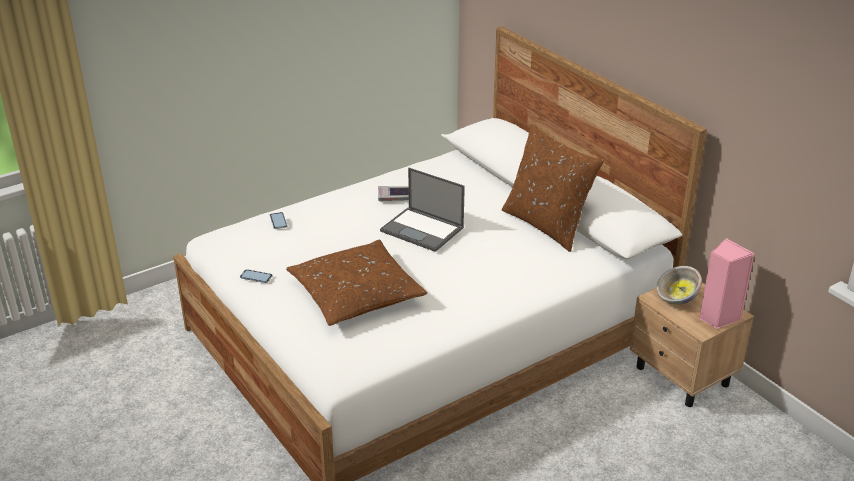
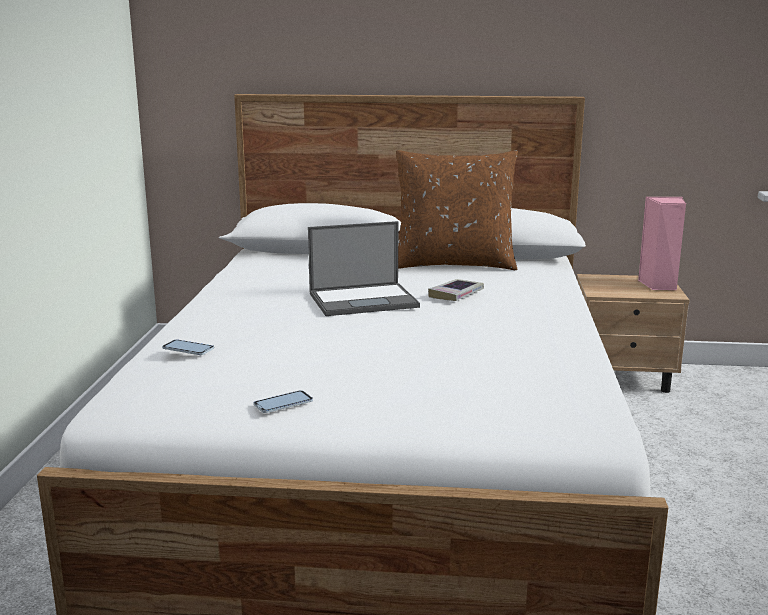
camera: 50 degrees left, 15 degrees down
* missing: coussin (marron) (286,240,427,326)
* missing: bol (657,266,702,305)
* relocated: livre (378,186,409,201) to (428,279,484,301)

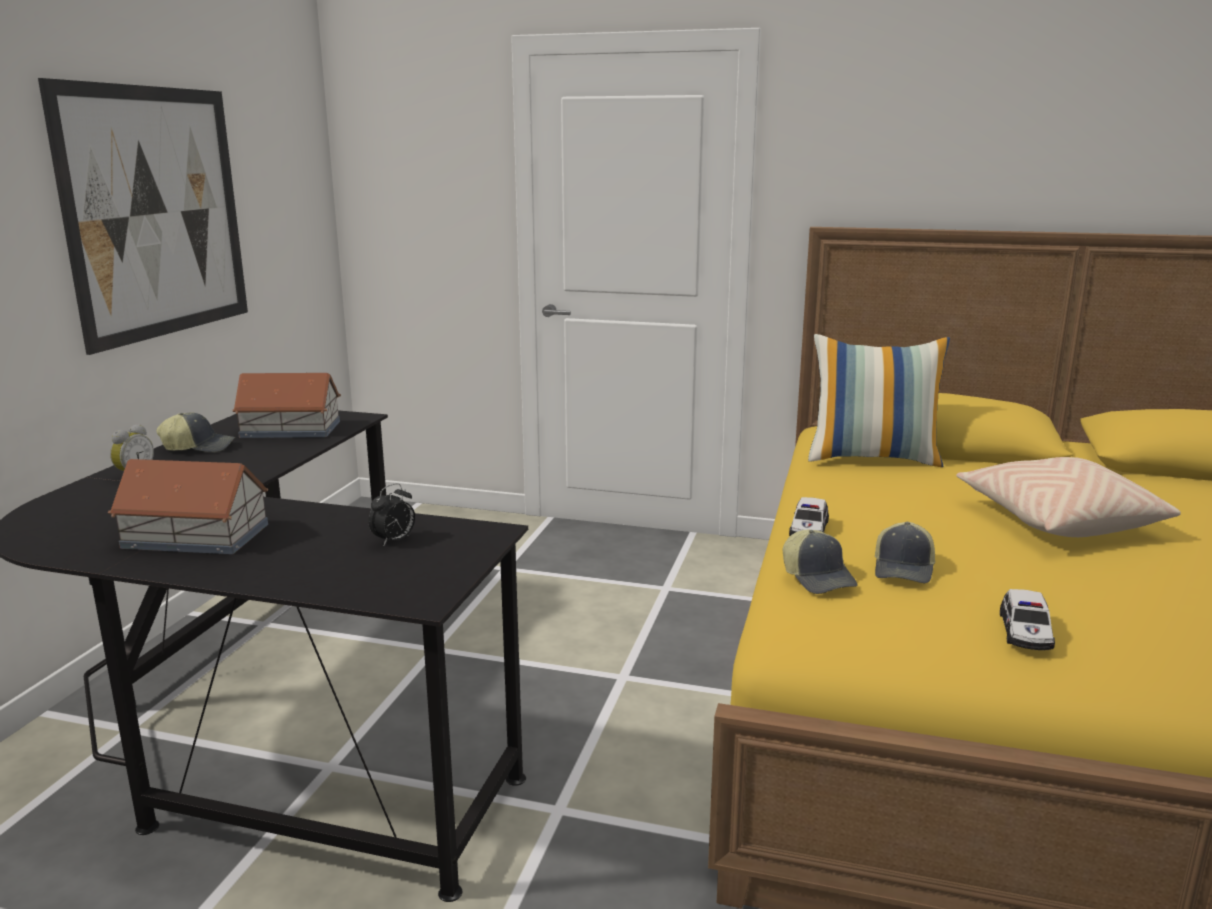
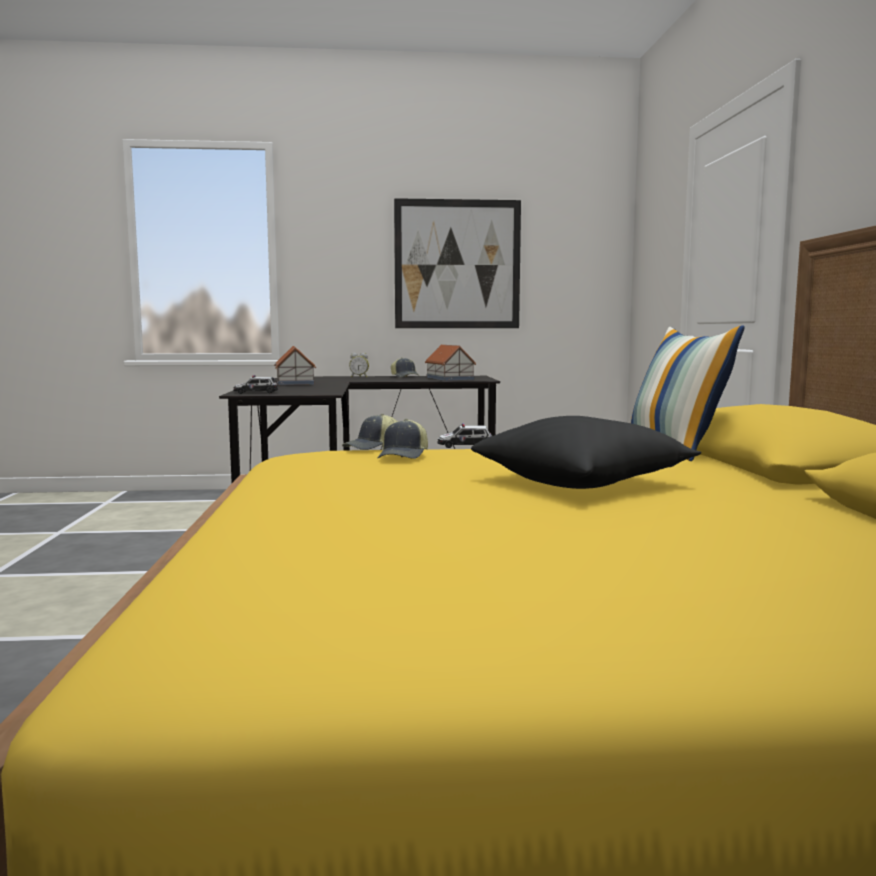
camera: 70 degrees right, 10 degrees down
* missing: réveil (369,483,415,545)
* relocated: petite voiture (1000,589,1055,650) to (233,375,278,394)
* colour: coussin (beige) (956,457,1181,537) to coussin (noir) (471,416,702,489)
* spun: casquette (875,522,935,583) = (377,419,428,459) 75 degrees counterclockwise

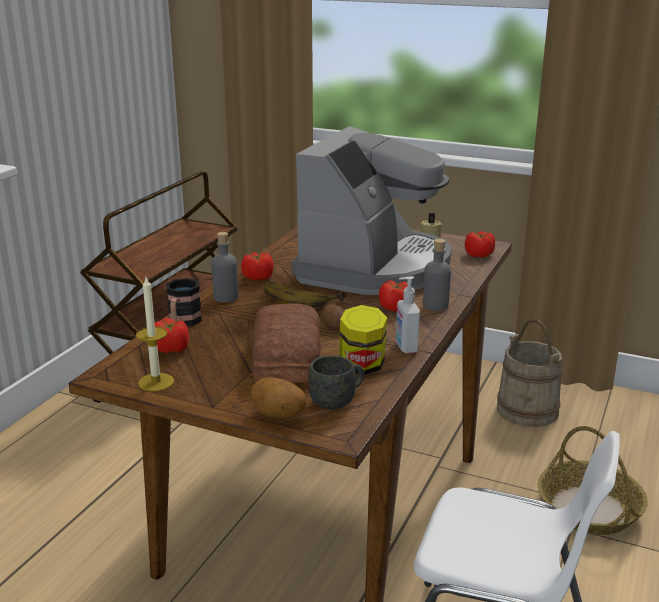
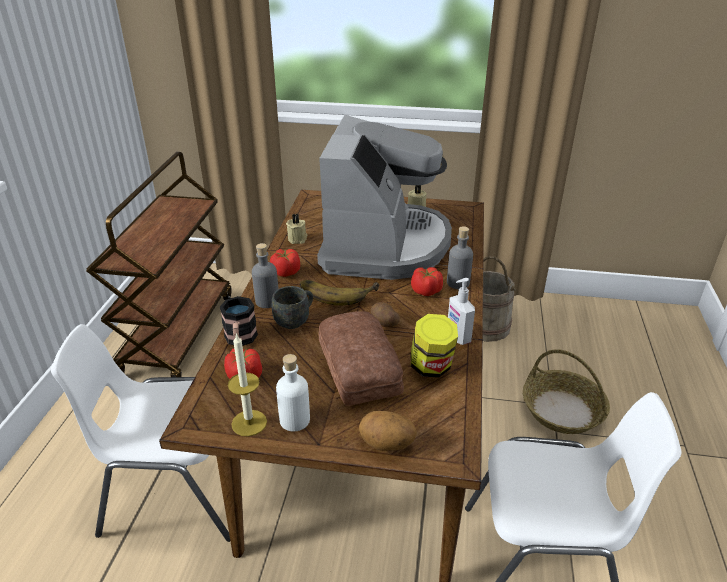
camera: 15 degrees left, 10 degrees up
* missing: tomate (465,231,495,258)
* appeared: chaise (blanc) (51,324,230,542)
* appeared: bouteille (blanc) (276,354,310,431)
* appeared: bougie (beige) (286,214,307,244)
* relocated: mug (gris) (308,355,364,410) to (272,286,313,329)

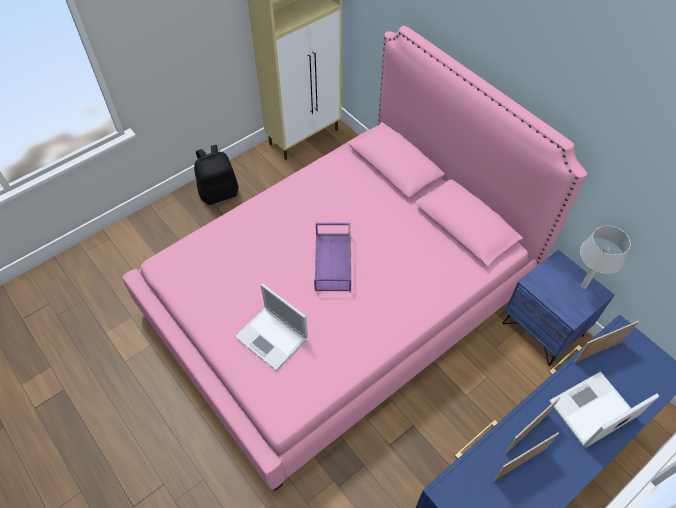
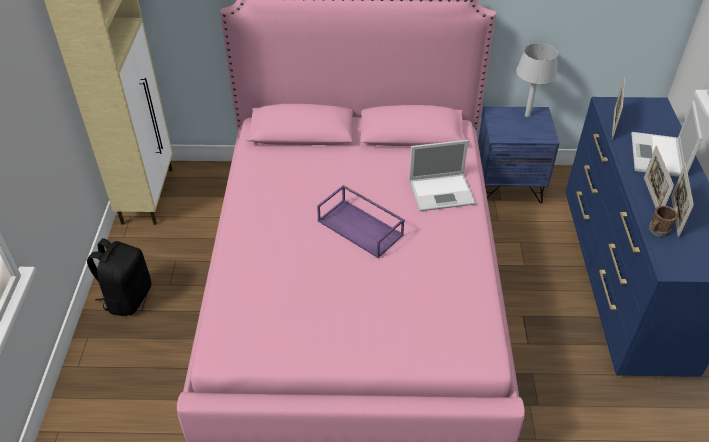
camera: 50 degrees left, 10 degrees down
* appeared: mug (marron) (649,206,678,237)
* relocated: ordinateur portable (234,283,308,371) to (409,140,476,211)

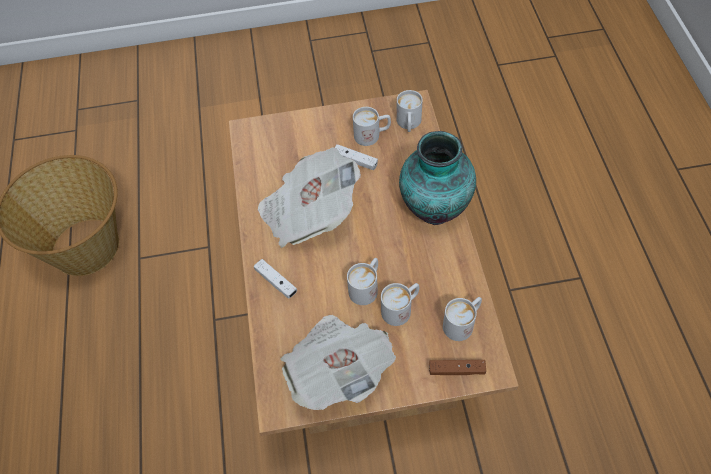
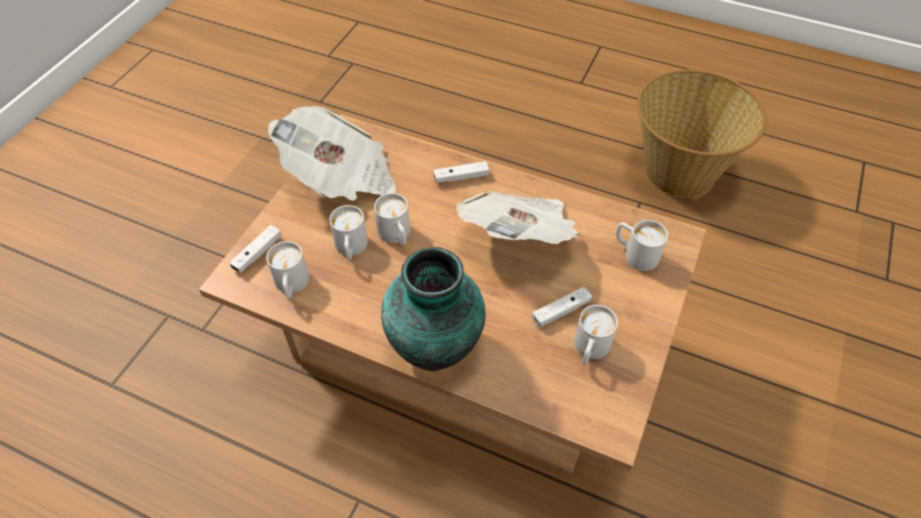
camera: 120 degrees right, 5 degrees down
* relocated: mug (blanc) (396,90,423,132) to (616,220,668,271)
* colour: manette (marron) (429,360,486,375) to manette (blanc) (229,225,282,273)

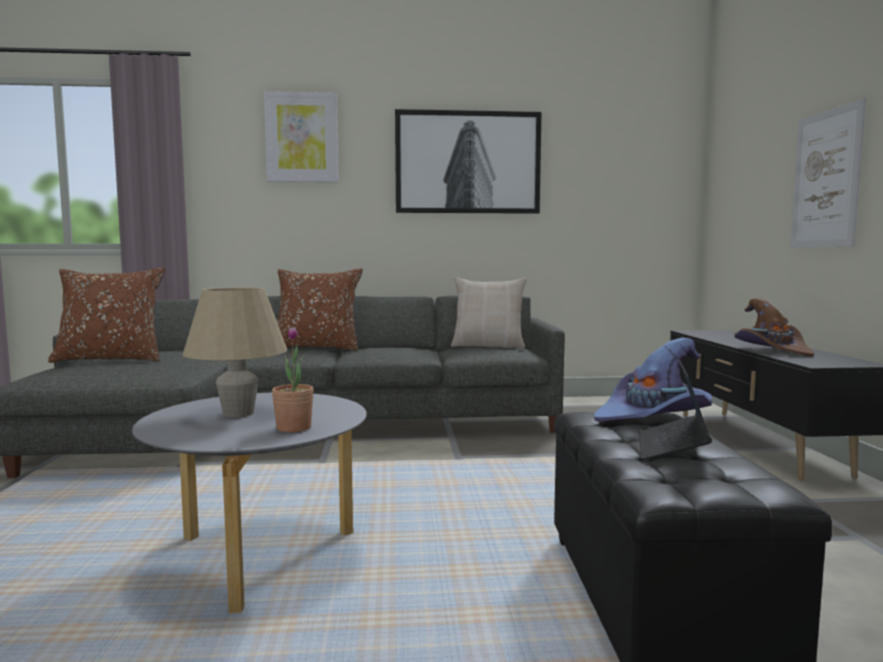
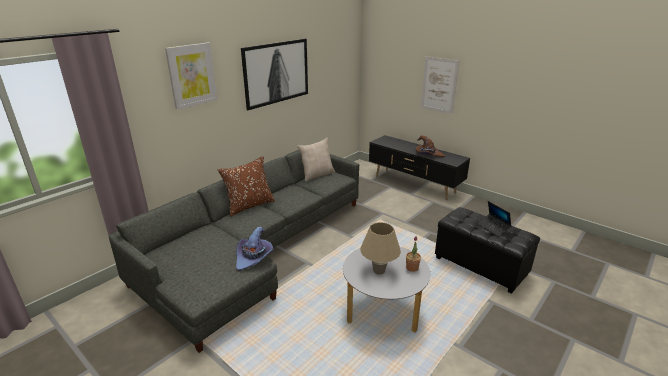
camera: 45 degrees left, 20 degrees up
* missing: coussin (marron) (48,267,165,363)
* relocated: chapeau (violet) (594,338,712,422) to (236,226,274,271)

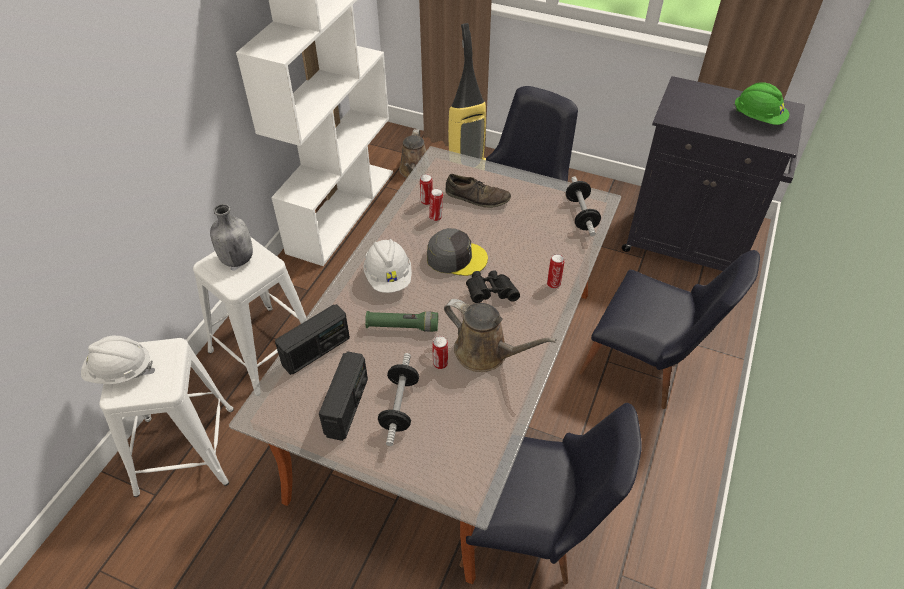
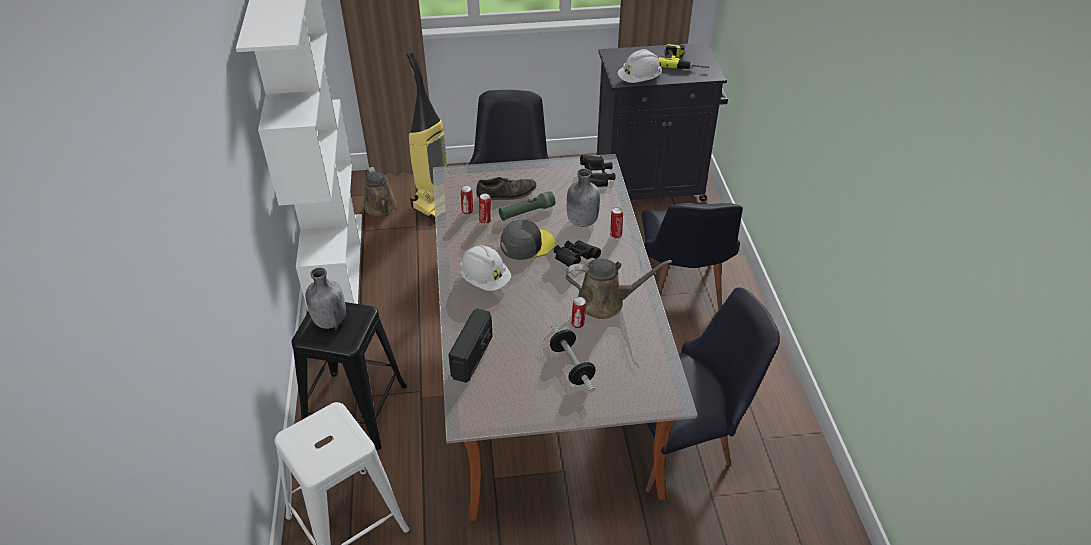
camera: 30 degrees left, 5 degrees down
* missing: radio (319,351,368,441)
* appeared: bouteille (gris) (567,168,600,227)
* relocated: casque de chantier (blanc) (81,336,153,384) to (618,49,662,83)
* relocated: lampe de poche (vert) (365,311,438,332) to (499,191,555,221)
* exchanged: haltère (566,176,601,236) to jumelles (noir) (580,155,616,187)
* exchanged: casque de chantier (vert) (733,82,789,125) to perceuse (658,43,709,69)
* colour: tabouret (blanc) (193,237,306,389) to tabouret (noir) (291,302,407,450)
* spun: chaise (noir) (579,250,760,409) = (641,203,743,309) 90 degrees clockwise

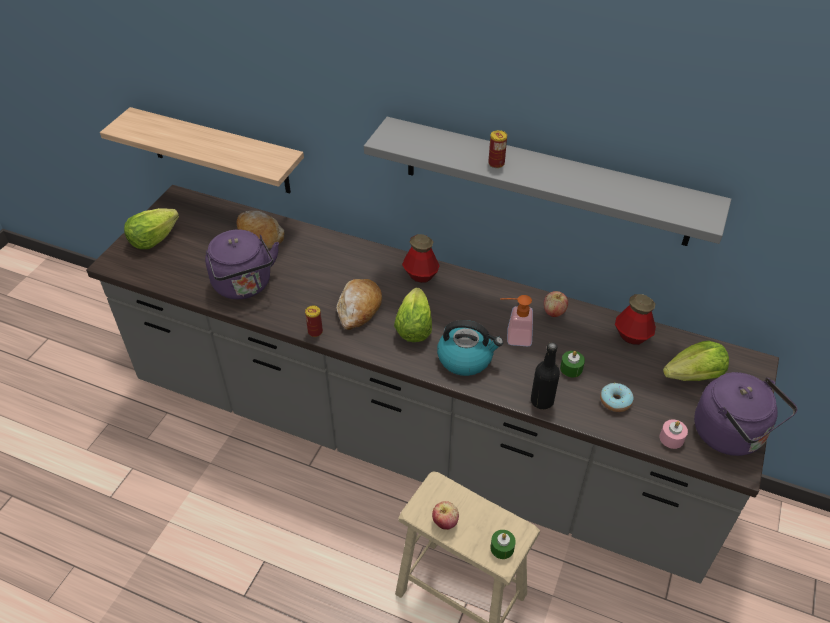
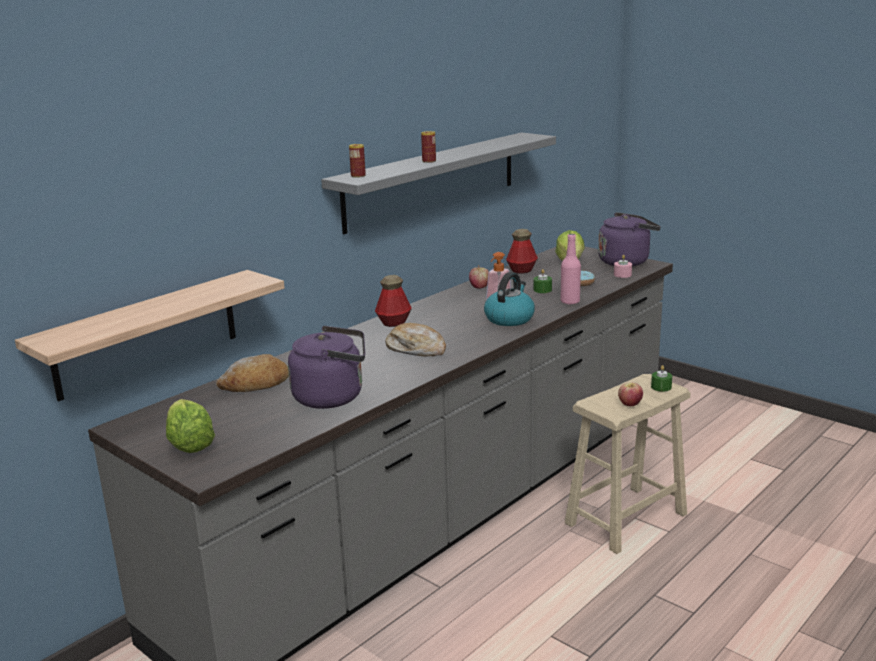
camera: 70 degrees left, 25 degrees down
* missing: laitue (394,288,432,342)
* relocated: boîte métallique (305,305,323,337) to (349,144,366,178)
* colour: bouteille (noir) (531,342,560,410) to bouteille (rose) (560,234,581,305)

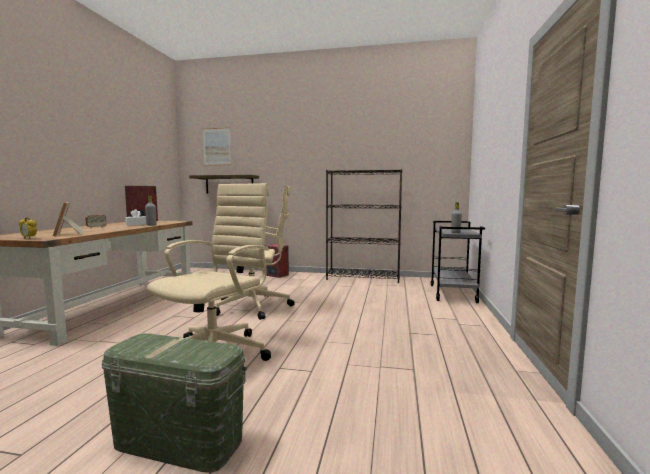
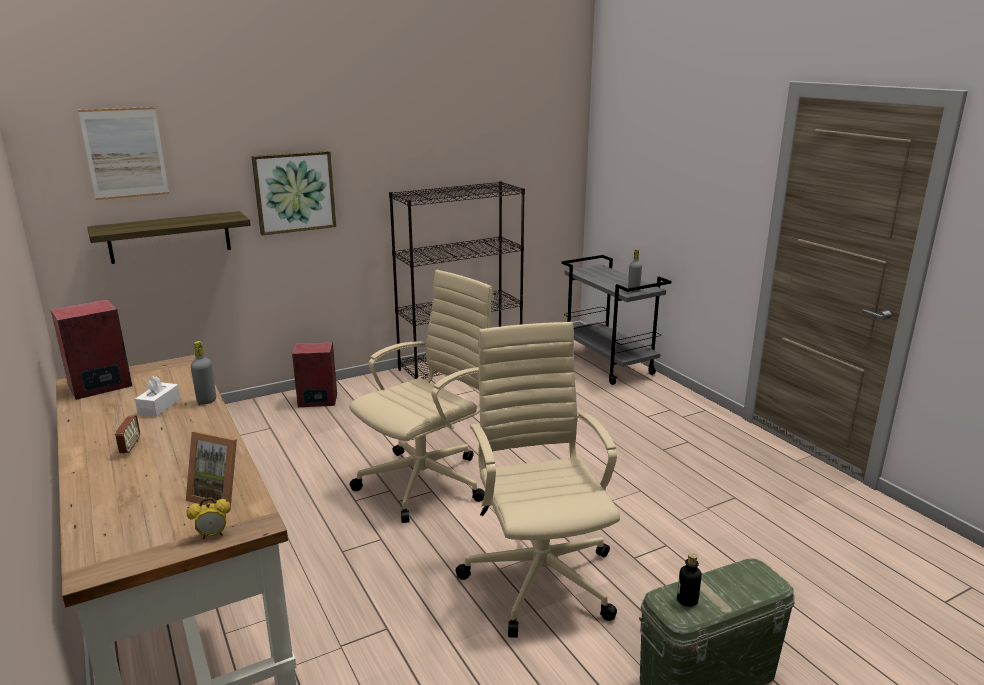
camera: 40 degrees left, 15 degrees up
* appeared: tableau (251,151,336,235)
* appeared: bouteille (677,553,702,607)

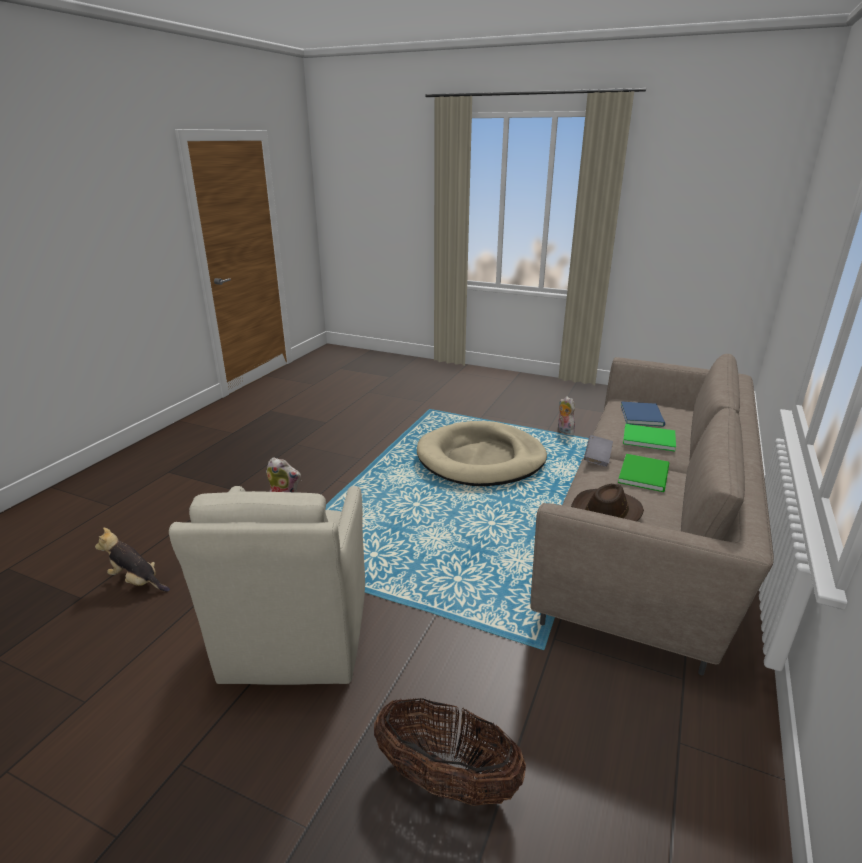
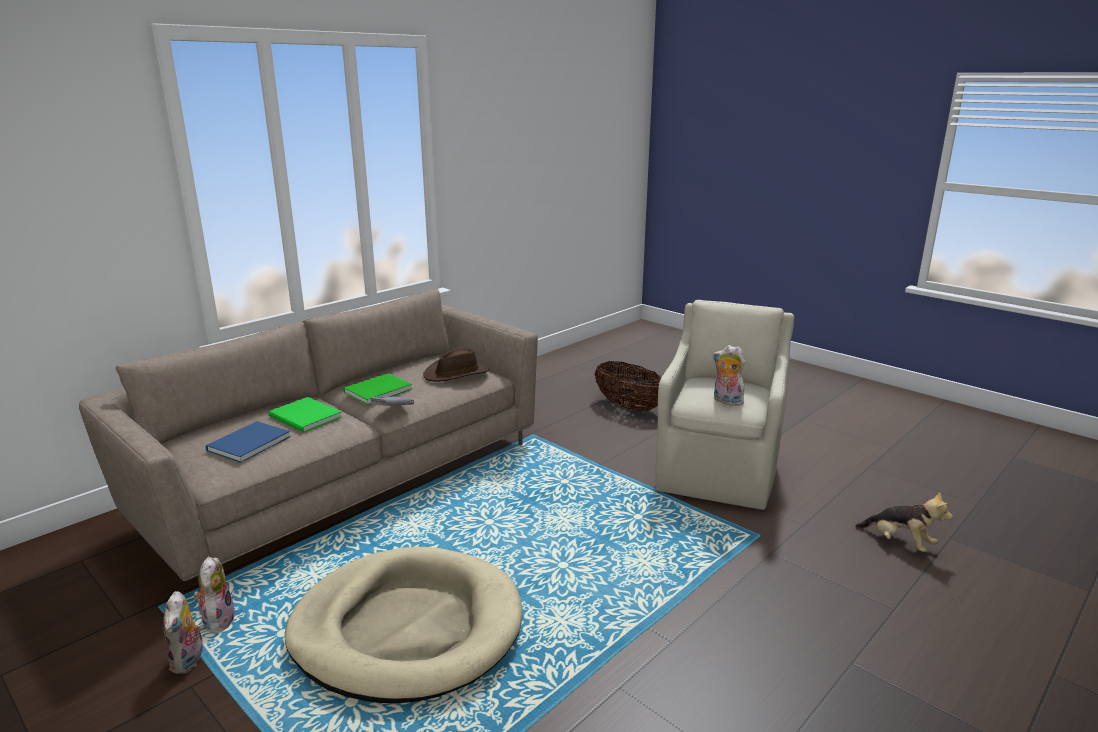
camera: 160 degrees left, 5 degrees down
* appeared: peluche (194,556,235,633)

